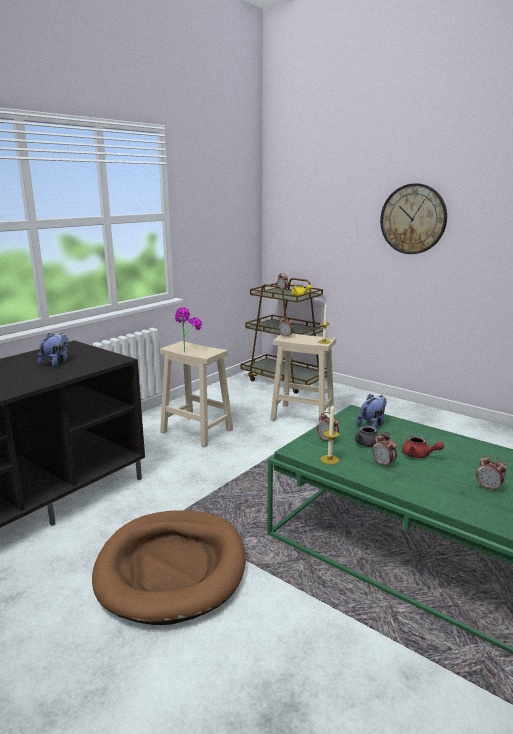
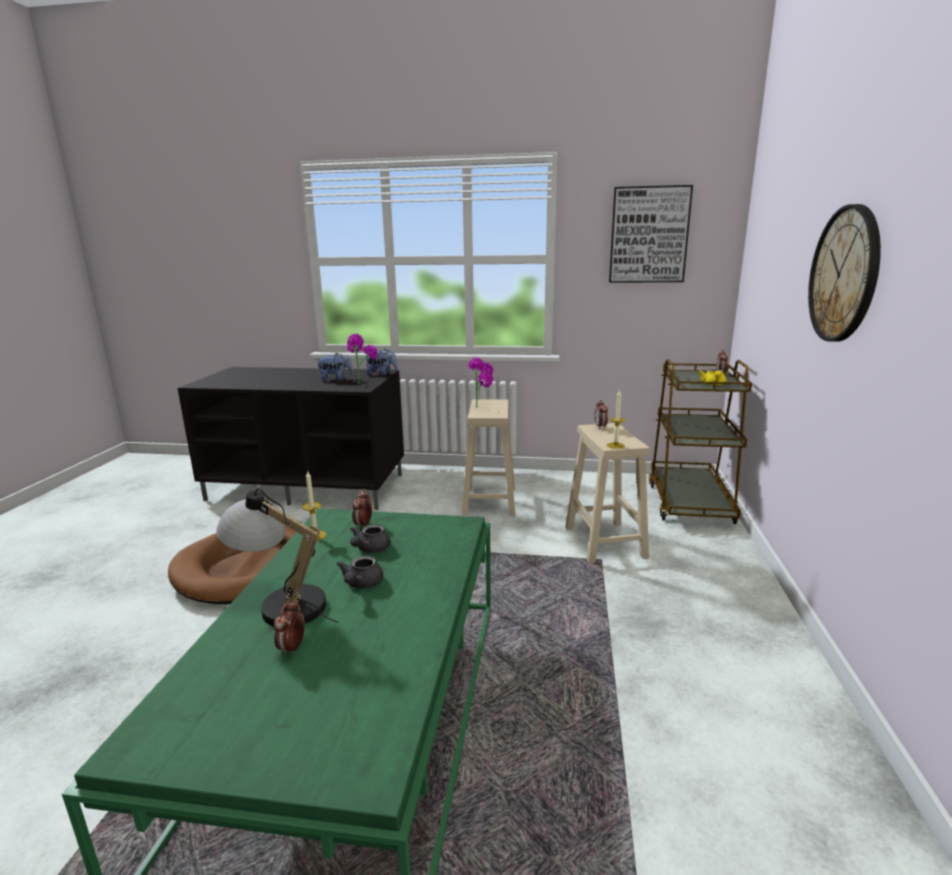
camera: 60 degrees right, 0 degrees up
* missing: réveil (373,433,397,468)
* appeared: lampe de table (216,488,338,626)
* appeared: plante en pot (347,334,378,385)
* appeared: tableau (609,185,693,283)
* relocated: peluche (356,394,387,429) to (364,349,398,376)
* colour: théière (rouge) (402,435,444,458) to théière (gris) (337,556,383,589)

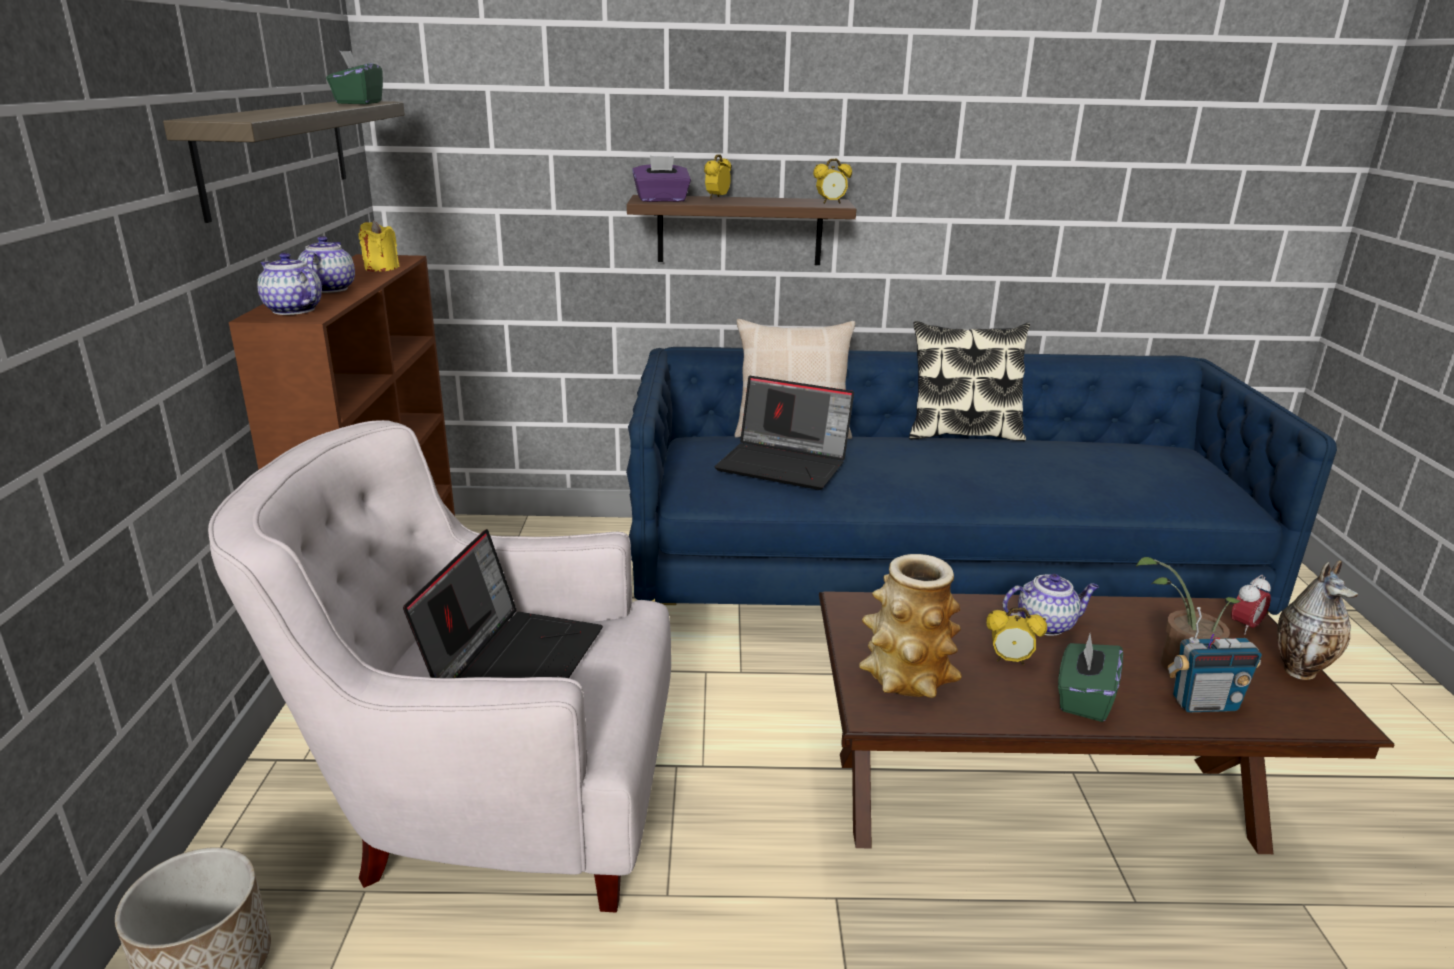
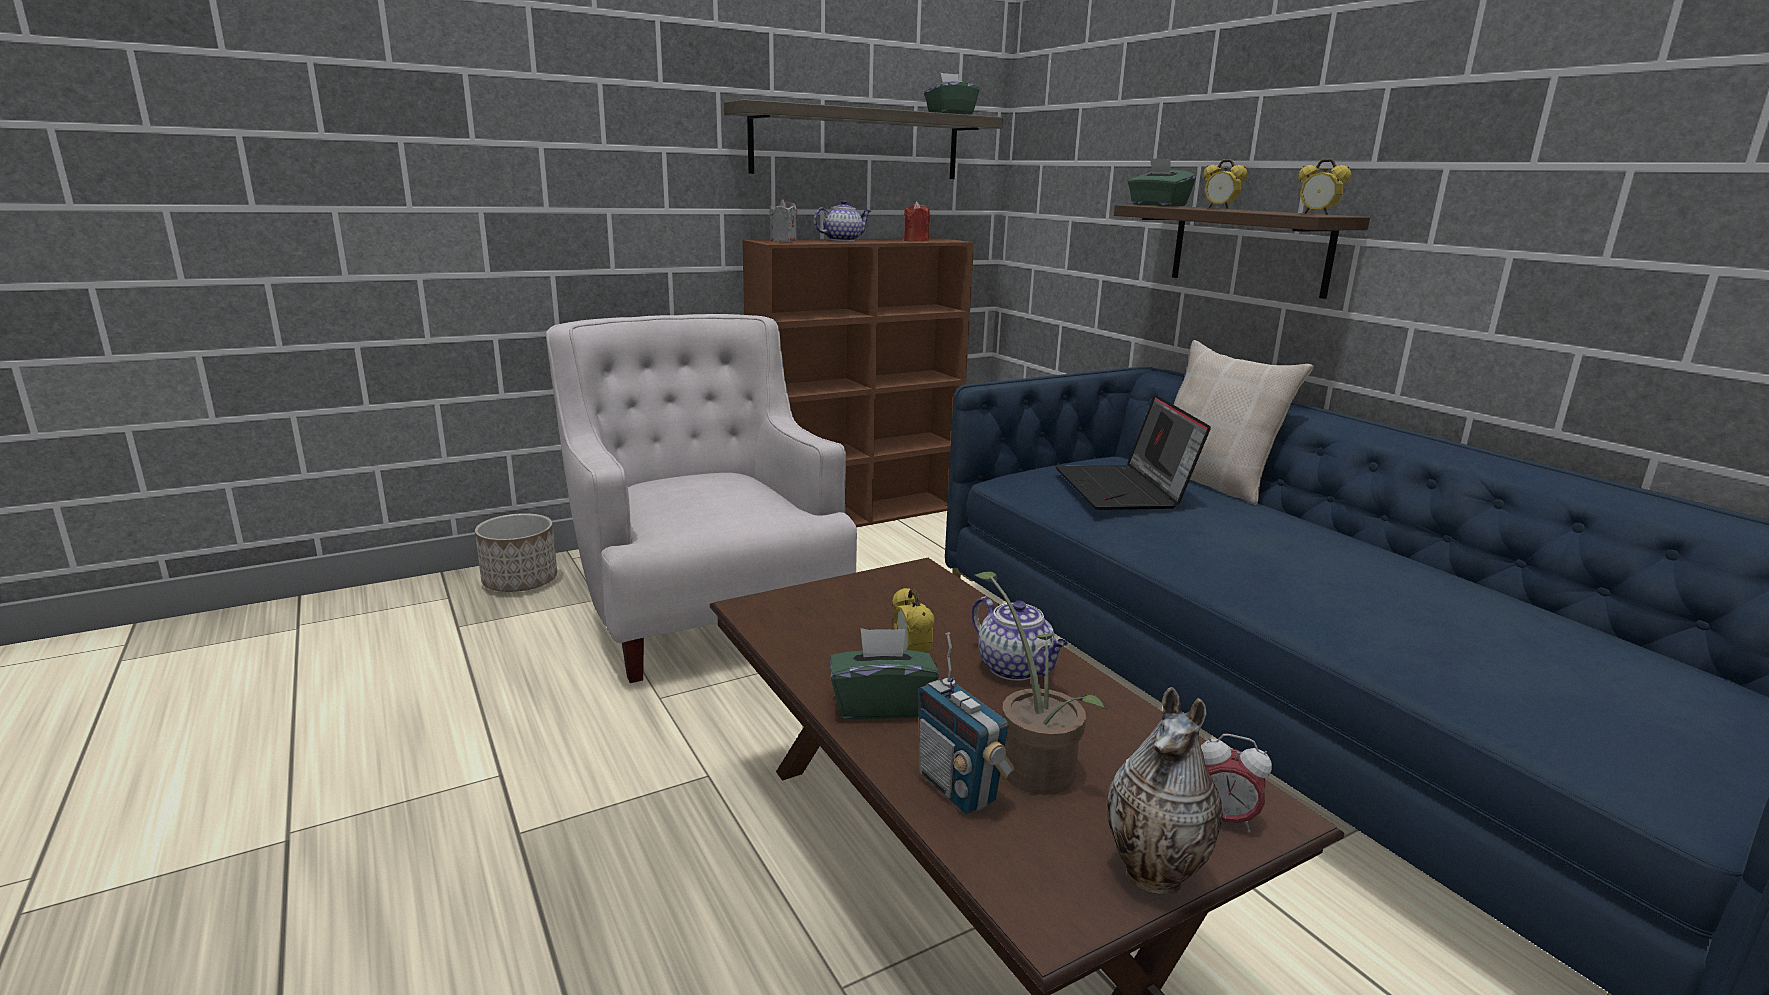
camera: 60 degrees right, 5 degrees down
* missing: ordinateur portable (403,529,603,678)
* missing: vase (859,554,962,698)
* missing: coussin (909,321,1030,441)
* exchanged: théière (257,253,322,315) to bougie (gris) (769,199,797,242)
* colour: bougie (jaune) (358,220,400,272) to bougie (rouge) (904,202,930,242)
* colour: boîte à mouchoirs (violet) (632,156,691,202) to boîte à mouchoirs (vert) (1128,158,1196,206)
* spun: réveil (704,154,731,199) = (1203,159,1247,209) 135 degrees counterclockwise

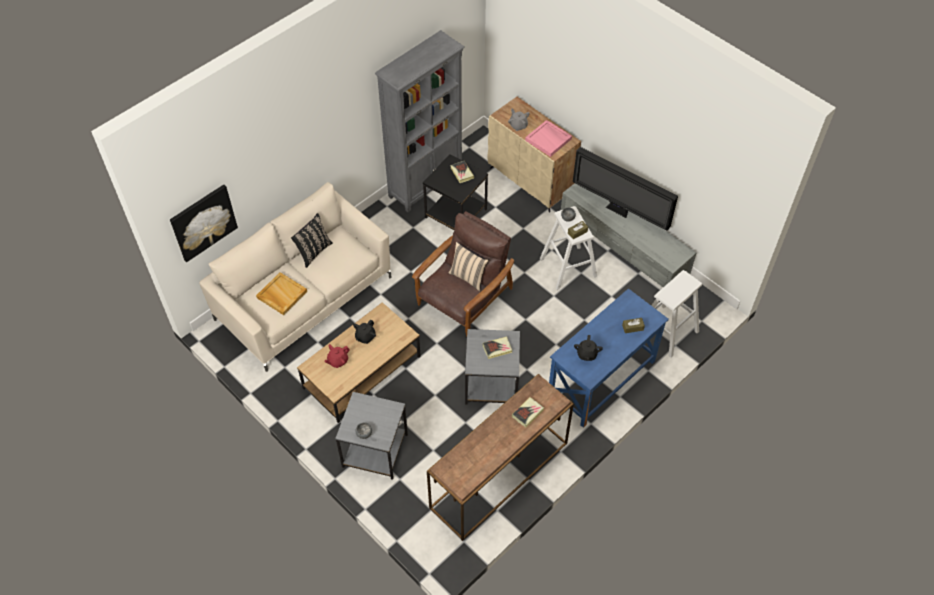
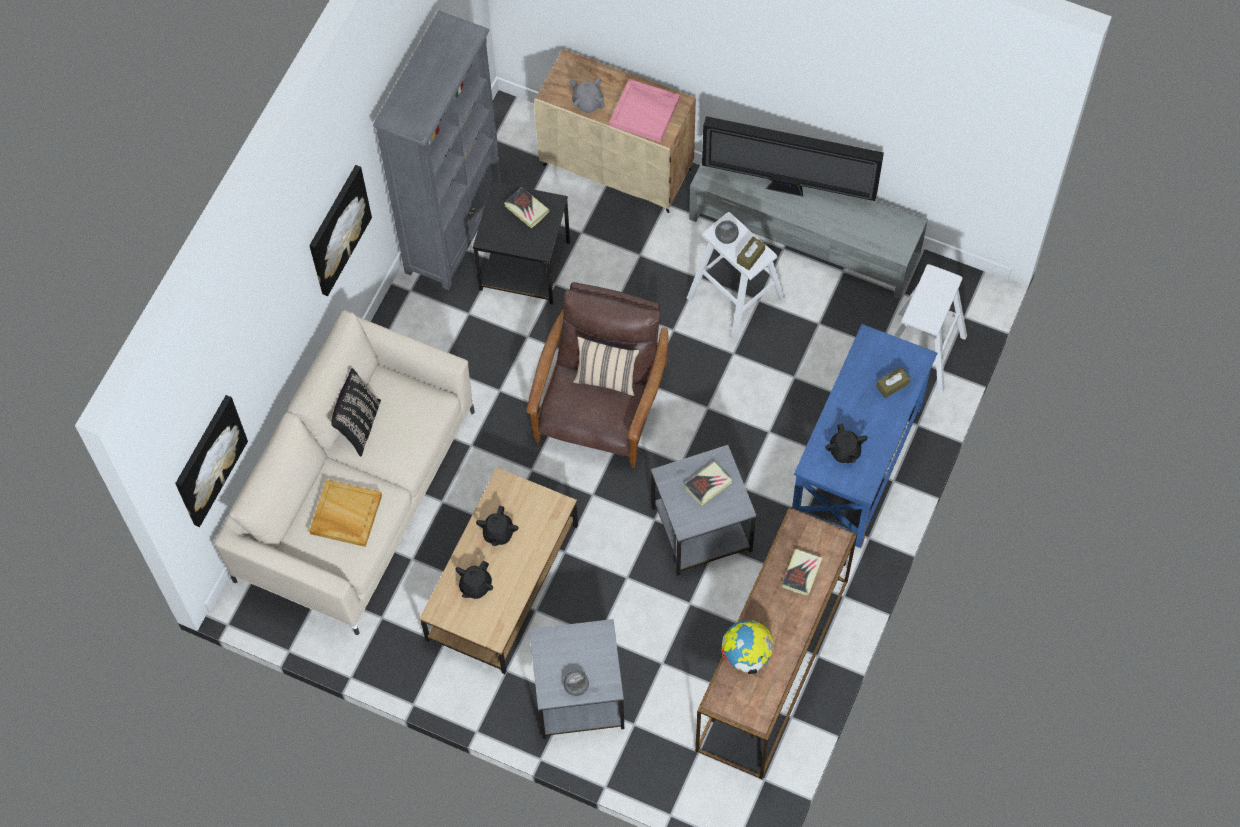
camera: 20 degrees left, 10 degrees up
* appeared: tableau (309,165,372,296)
* appeared: globe (721,620,774,674)
* colour: théière (rouge) (325,344,350,368) to théière (noir) (456,560,493,599)

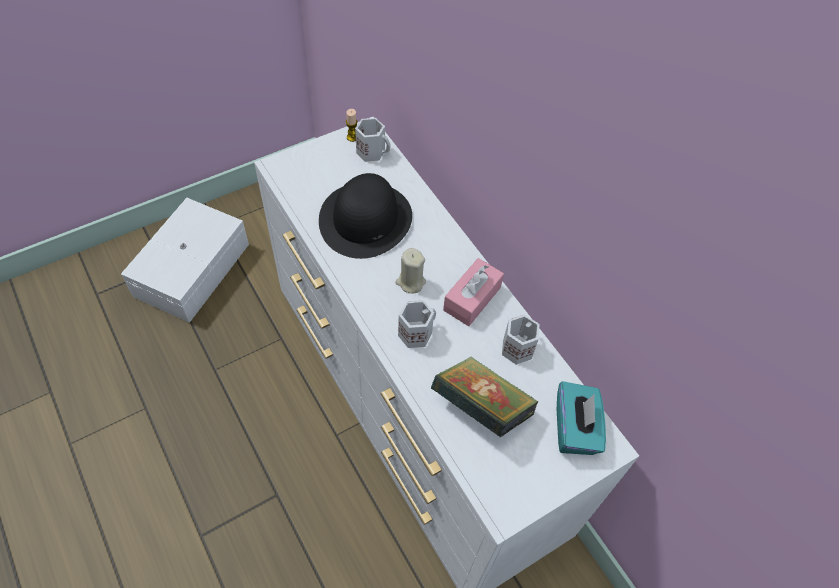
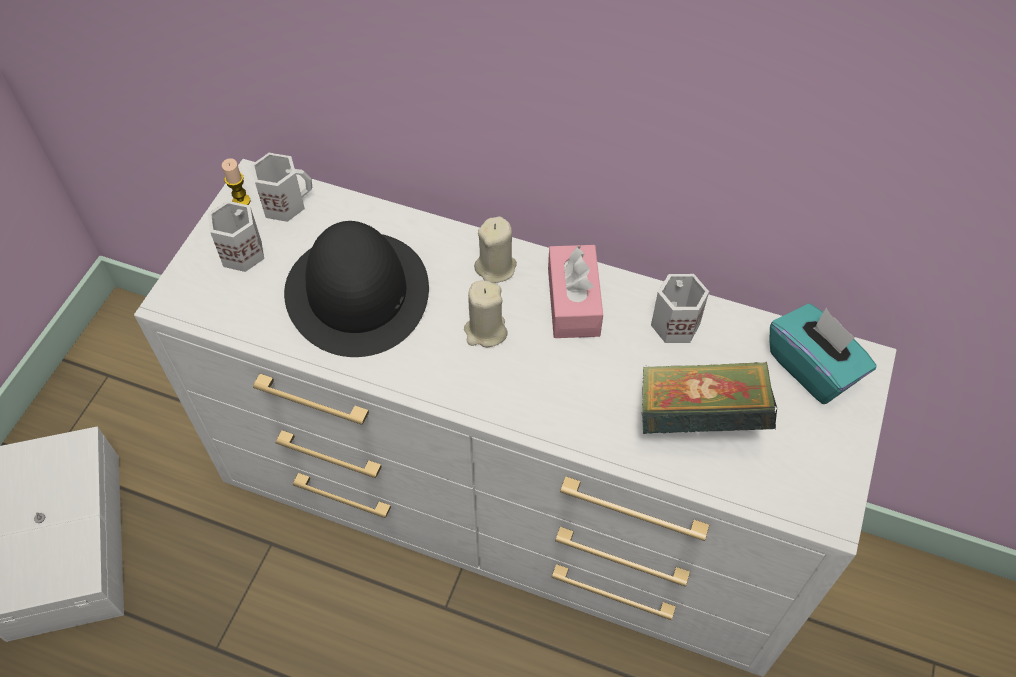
camera: 35 degrees left, 0 degrees up
* appeared: bougie (beige) (474,216,517,283)
* relocated: mug (blanc) (398,300,436,348) to (208,201,264,272)

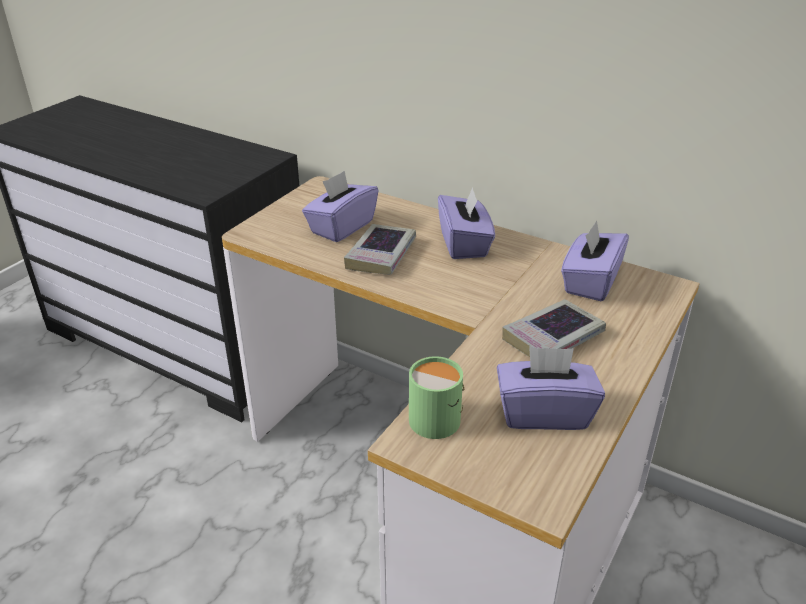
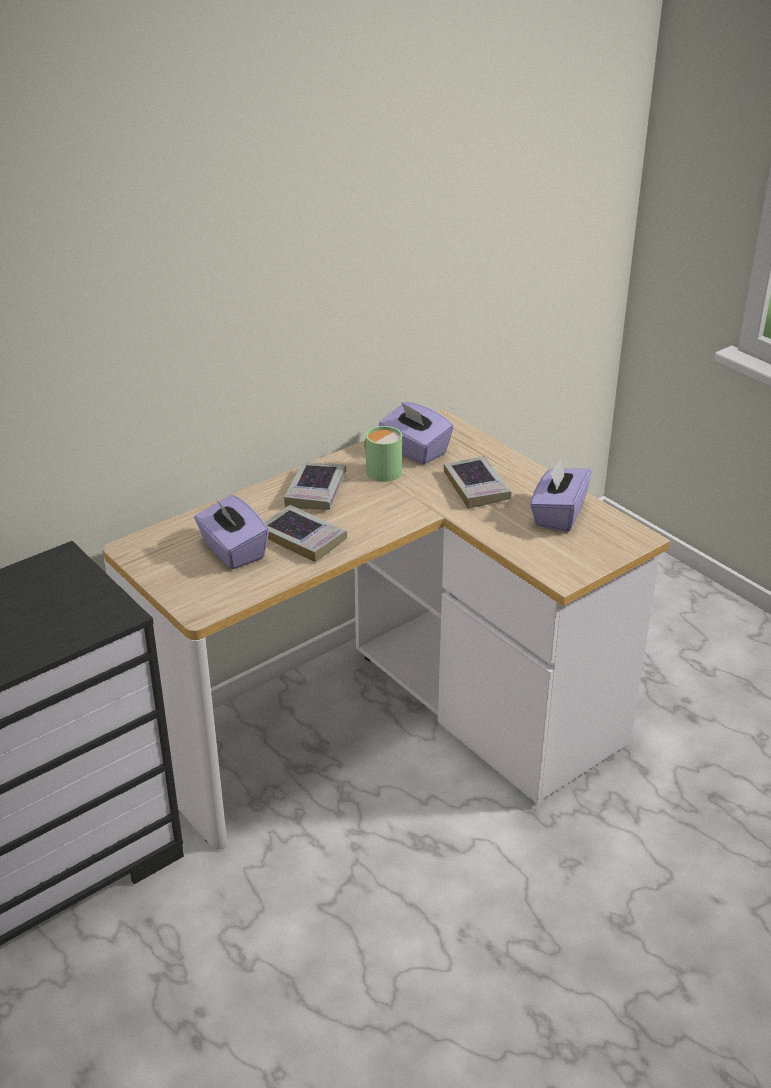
camera: 70 degrees left, 0 degrees up
* relocated: mug (vert) (409,356,464,439) to (364,426,404,482)
* exchanged: boîte à mouchoirs (violet) (438,187,495,259) to livre (284,462,346,510)

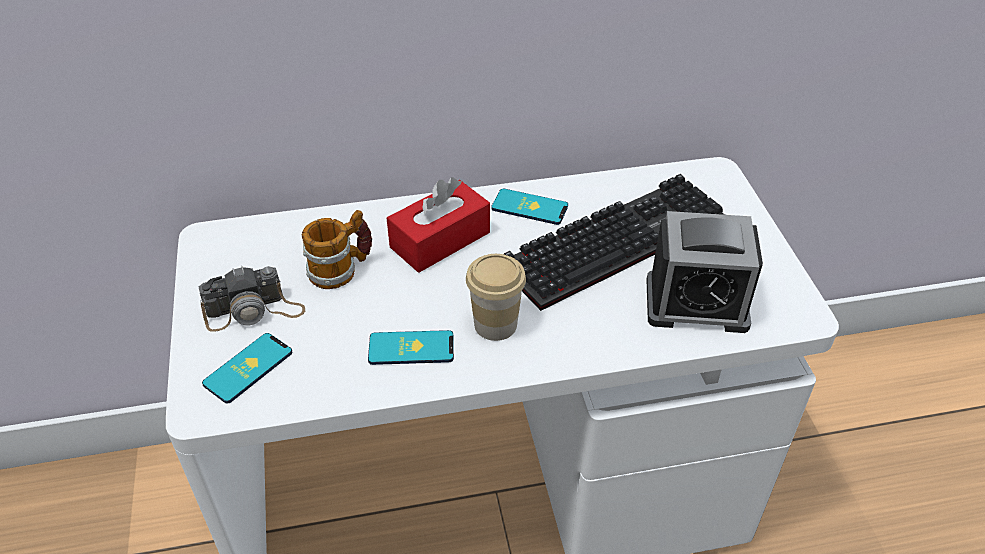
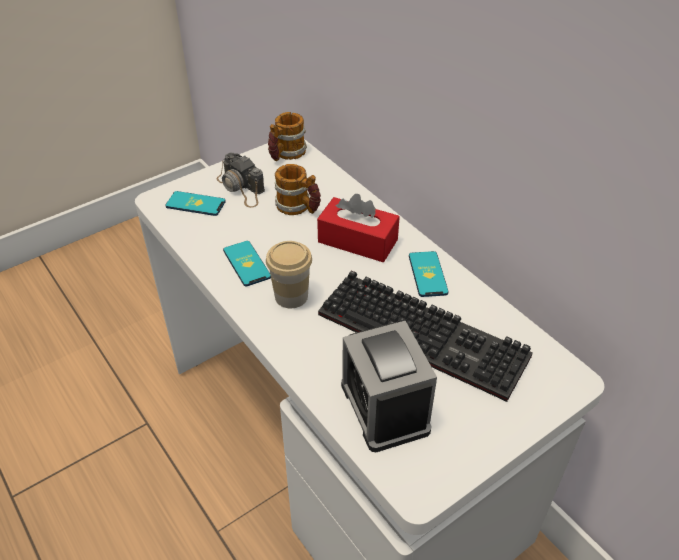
camera: 65 degrees right, 0 degrees up
* appeared: mug (268,112,307,161)

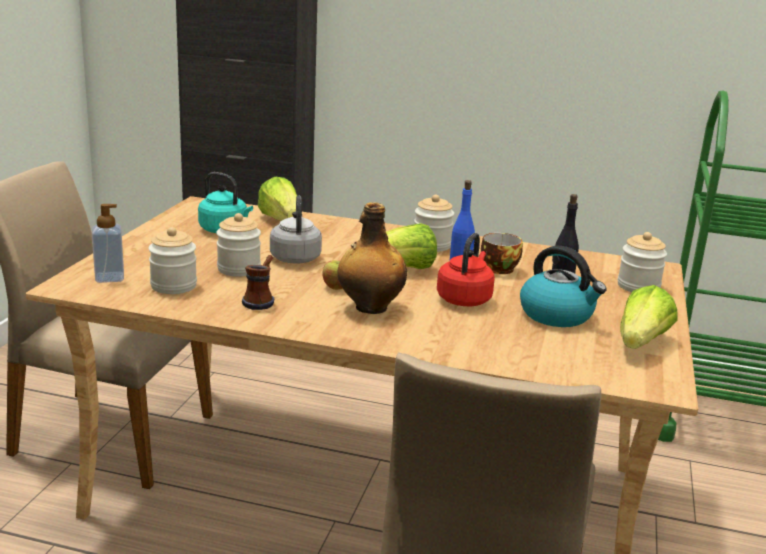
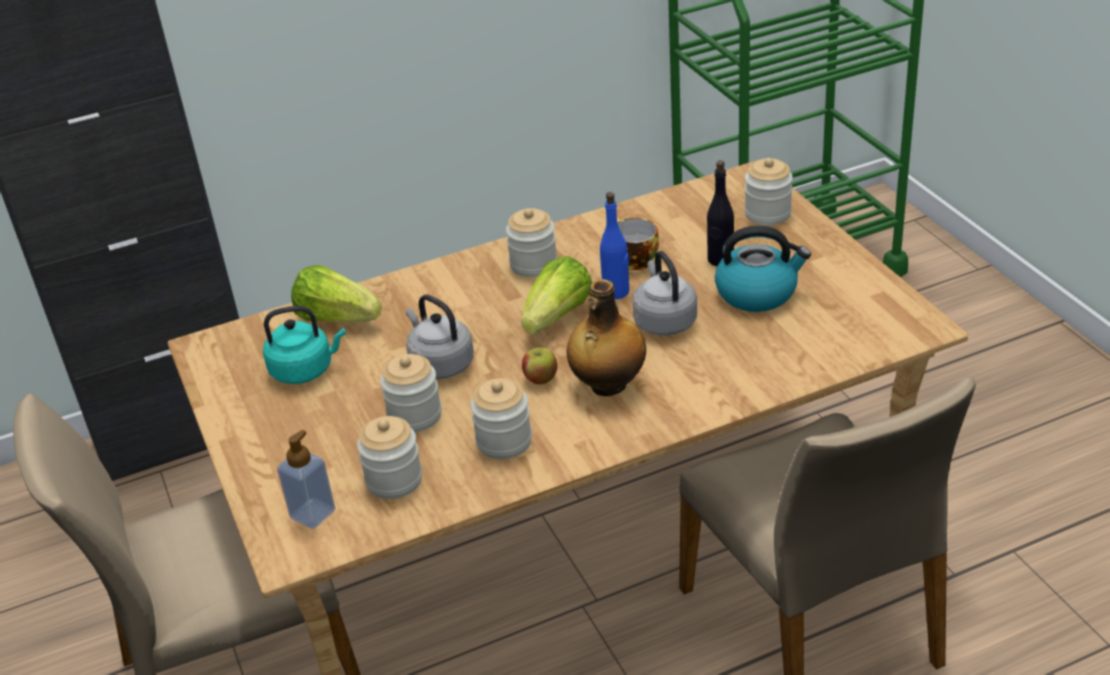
camera: 35 degrees left, 15 degrees up
* missing: laitue (620,285,678,349)
* exchanged: mug (242,255,274,310) to bocal (470,378,532,459)
* colour: bouilloire (rouge) (437,233,495,306) to bouilloire (gris) (632,251,697,336)

